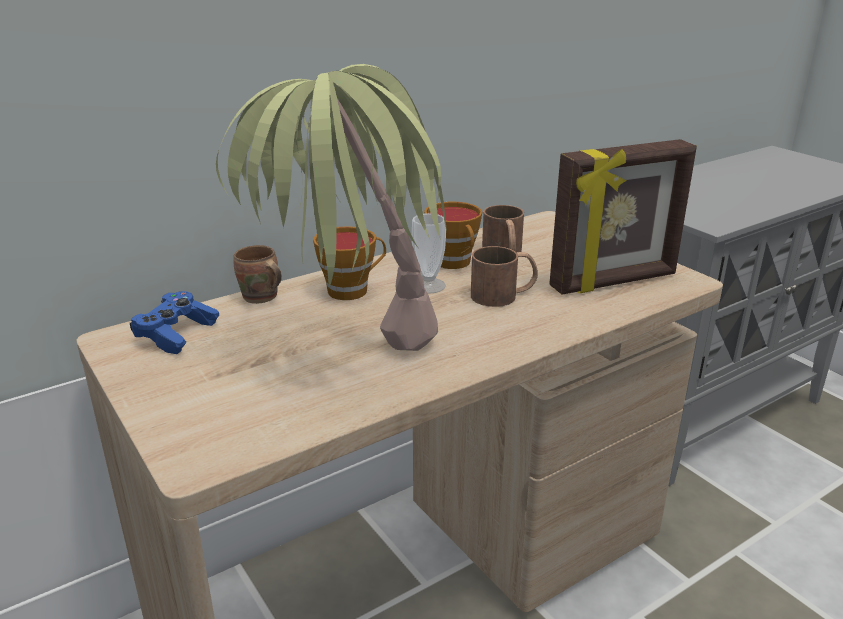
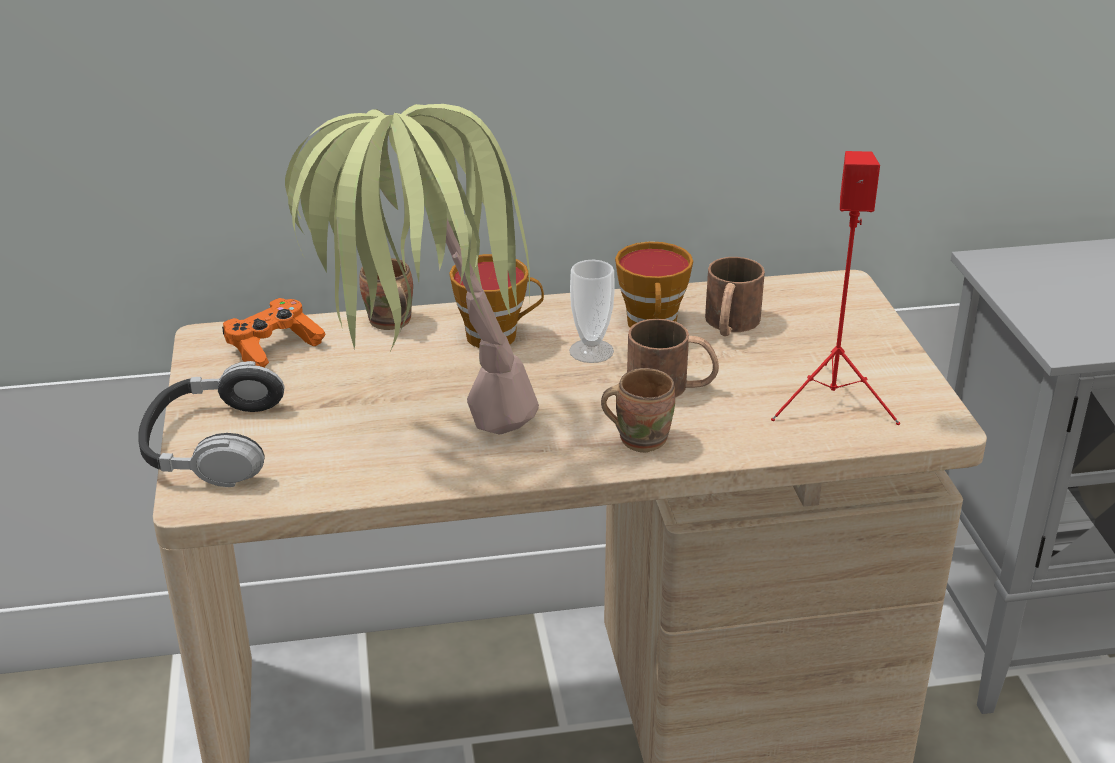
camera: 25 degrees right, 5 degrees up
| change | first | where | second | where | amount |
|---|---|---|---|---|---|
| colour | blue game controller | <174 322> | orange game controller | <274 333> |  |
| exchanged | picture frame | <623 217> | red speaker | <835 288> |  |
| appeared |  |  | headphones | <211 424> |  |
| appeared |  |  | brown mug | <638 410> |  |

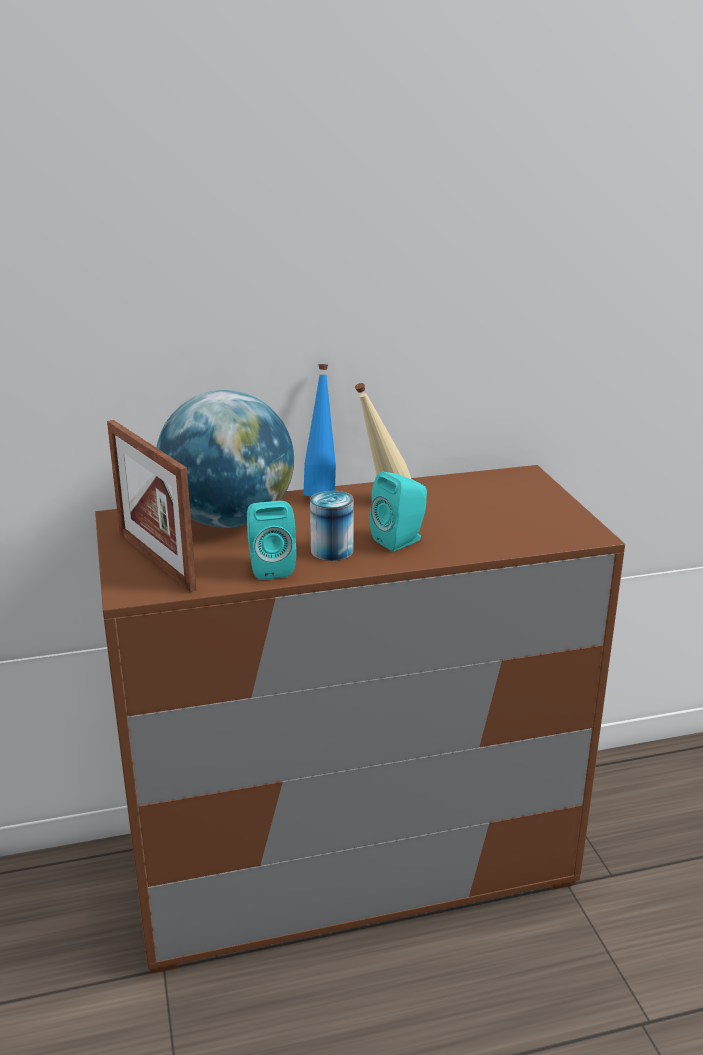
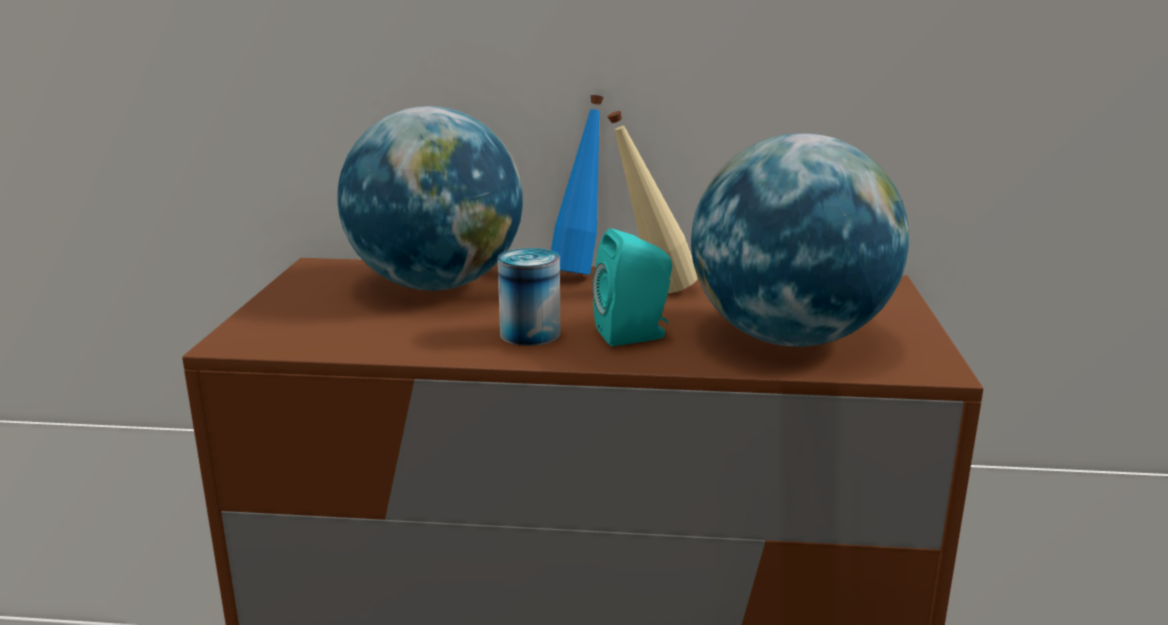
camera: 20 degrees right, 5 degrees down
| change | first | where | second | where | amount |
|---|---|---|---|---|---|
| missing | picture frame | <151 506> |  |  |  |
| missing | turquoise speaker | <271 540> |  |  |  |
| appeared |  |  | globe | <800 240> |  |

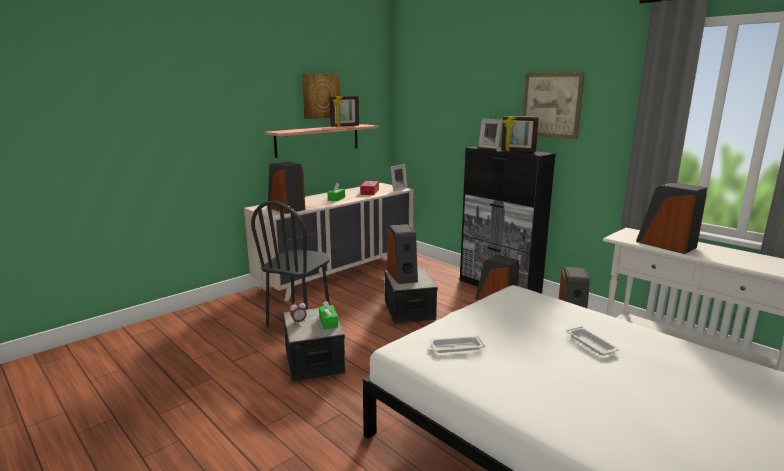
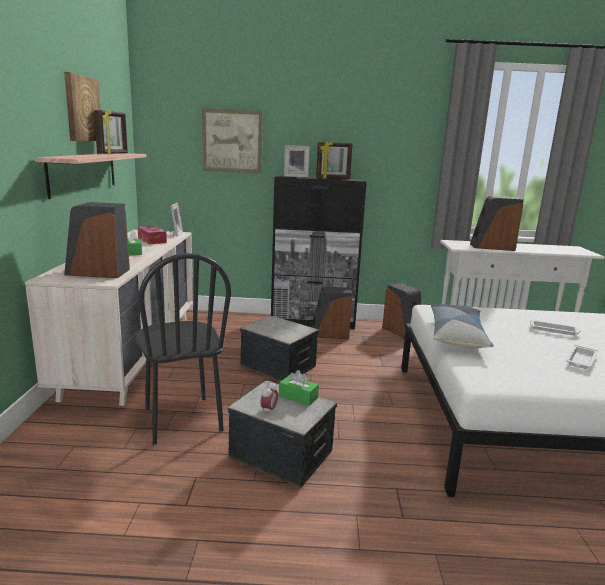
camera: 45 degrees left, 0 degrees up
| change | first | where | second | where | amount |
|---|---|---|---|---|---|
| missing | speaker | <402 254> |  |  |  |
| relocated | white tray | <457 344> |  | <582 357> |  |
| relocated | picture | <554 105> |  | <232 140> |  |
| appeared |  |  | pillow | <462 326> |  |

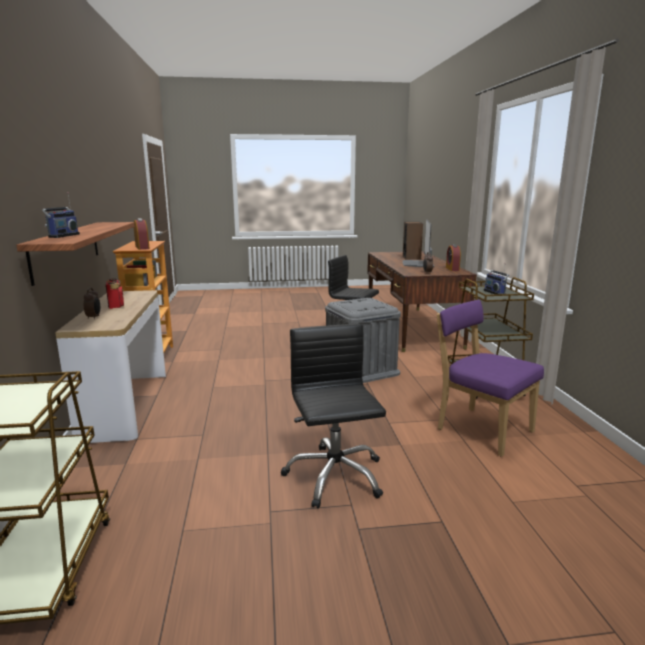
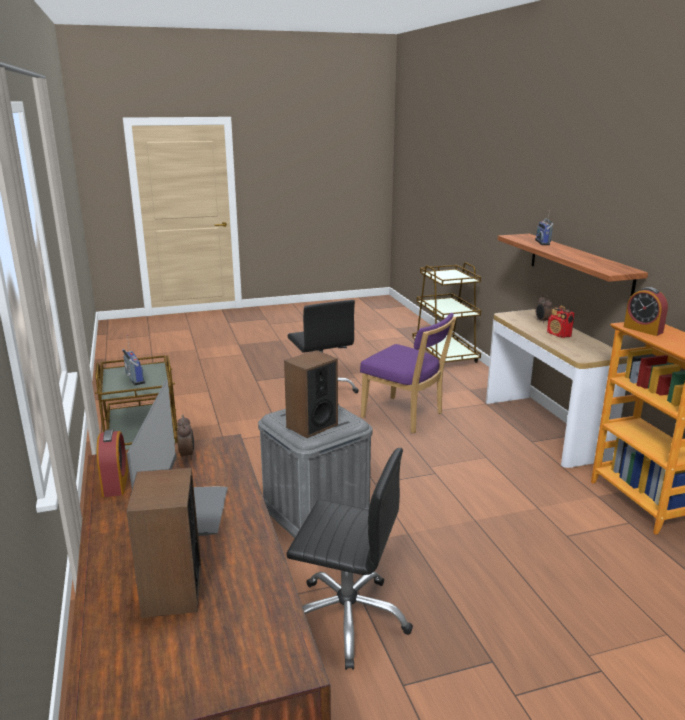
camera: 170 degrees right, 5 degrees up
| change | first | where | second | where | amount |
|---|---|---|---|---|---|
| relocated | purple chair | <490 378> |  | <408 373> |  |
| appeared |  |  | speaker | <311 394> |  |

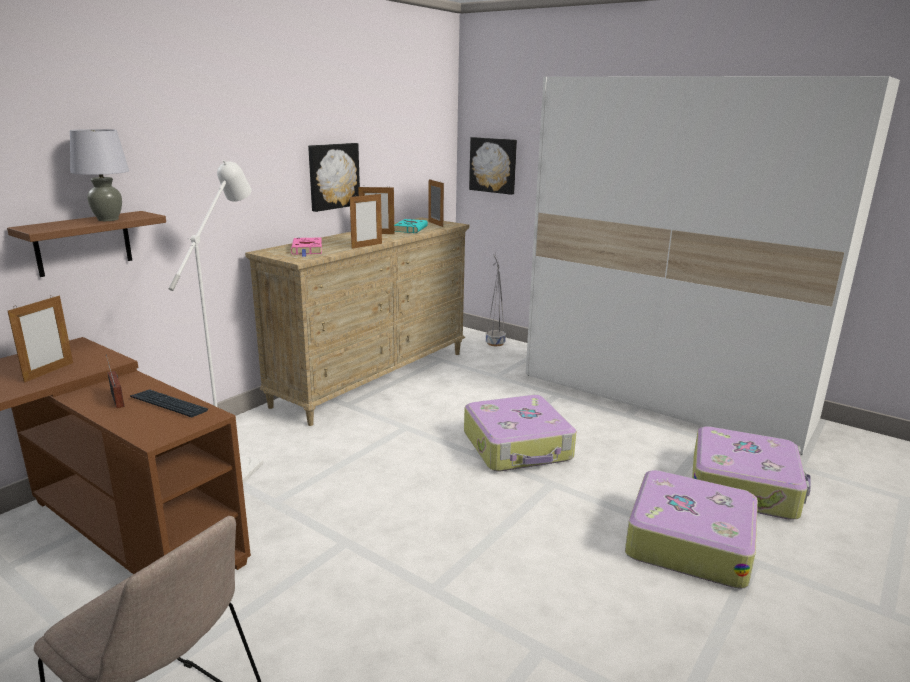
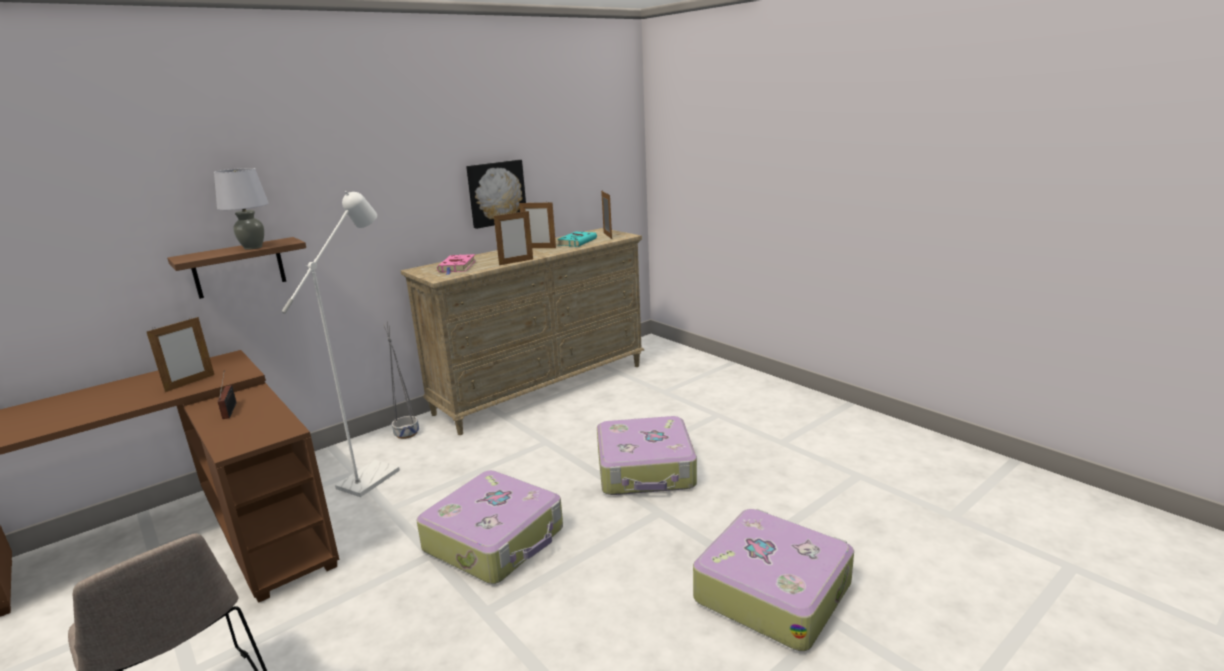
camera: 15 degrees right, 0 degrees up
| change | first | where | second | where | amount |
|---|---|---|---|---|---|
| missing | keyboard | <169 403> |  |  |  |
| missing | picture | <493 166> |  |  |  |
| relocated | grey planter | <496 300> |  | <401 380> |  |
| missing | white wardrobe | <713 265> |  |  |  |
| relocated | suitcase | <751 473> |  | <489 527> |  |

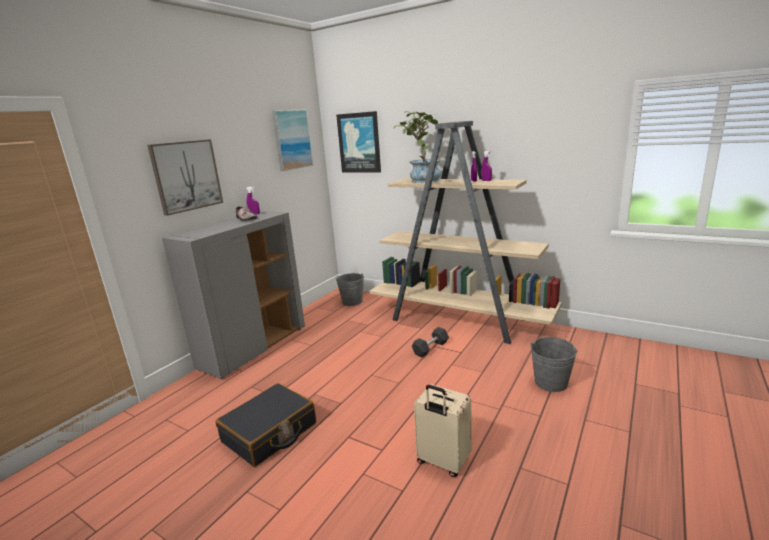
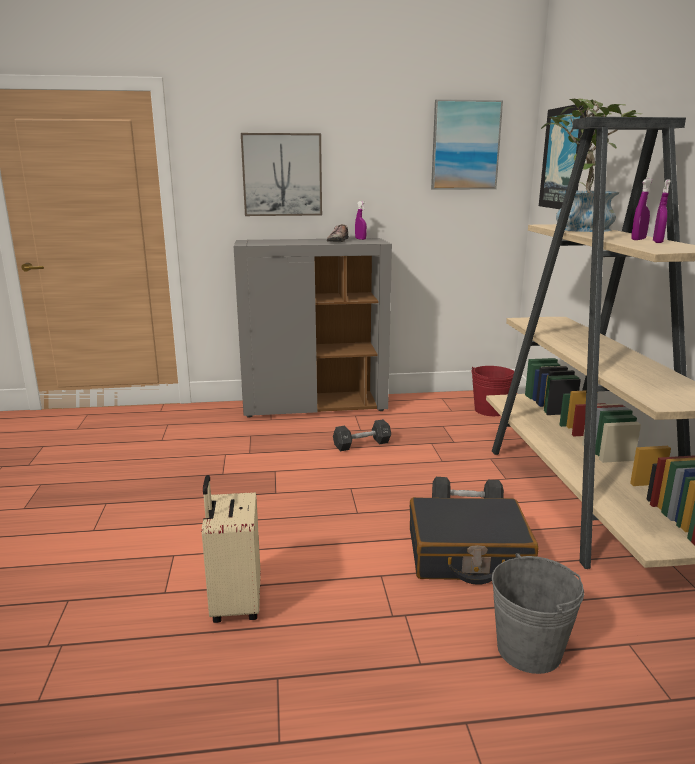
camera: 50 degrees right, 0 degrees up
| change | first | where | second | where | amount |
|---|---|---|---|---|---|
| relocated | black suitcase | <266 425> |  | <474 541> |  |
| colour | grey bucket | <350 289> | red bucket | <493 391> |  |
| appeared |  |  | black dumbbell | <362 435> |  |

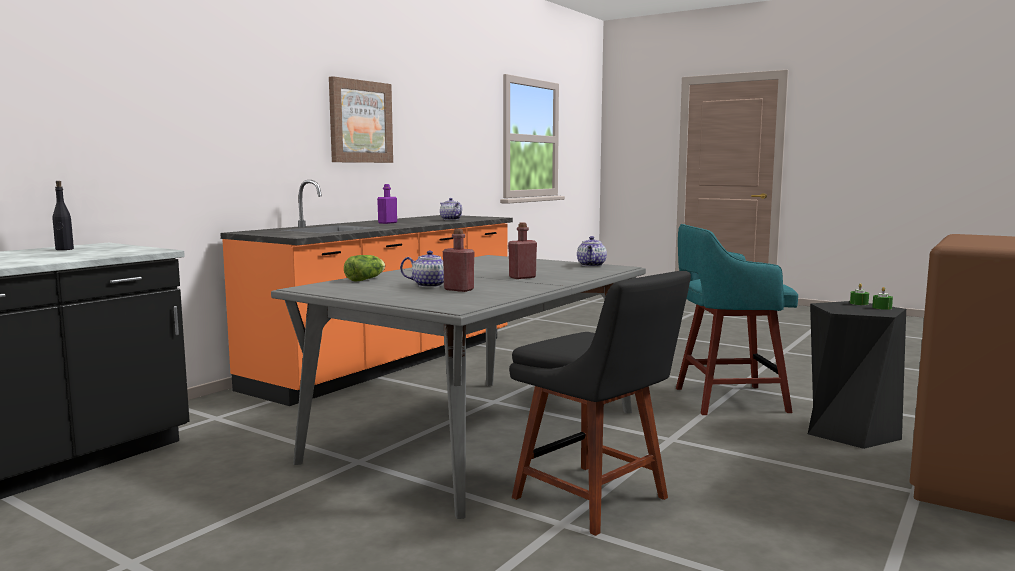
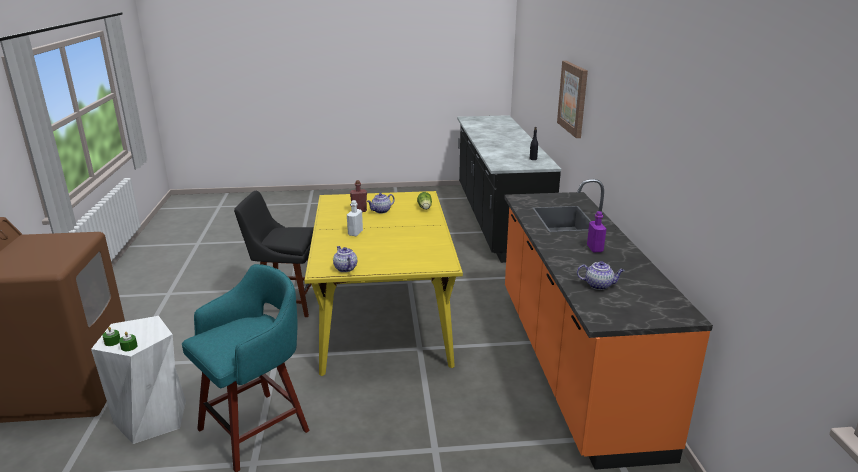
camera: 140 degrees right, 15 degrees up
| change | first | where | second | where | amount |
|---|---|---|---|---|---|
| colour | grey dining table | <458 387> | yellow dining table | <383 283> |  |
| relocated | picture | <361 119> |  | <572 99> |  |
| colour | red bottle | <522 251> | white bottle | <355 218> |  |
| colour | black stool | <857 375> | white stool | <138 380> |  |

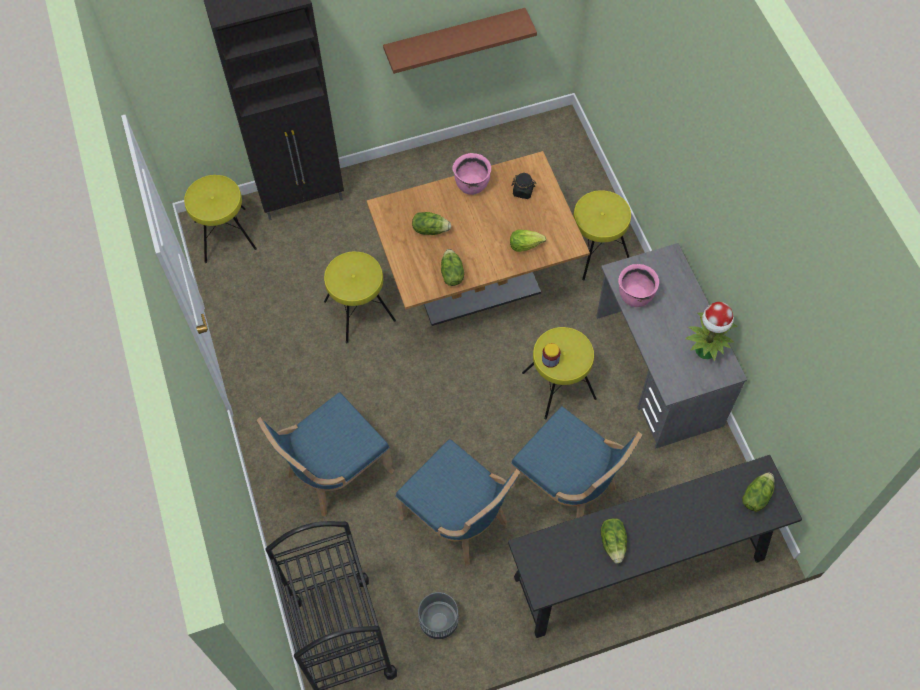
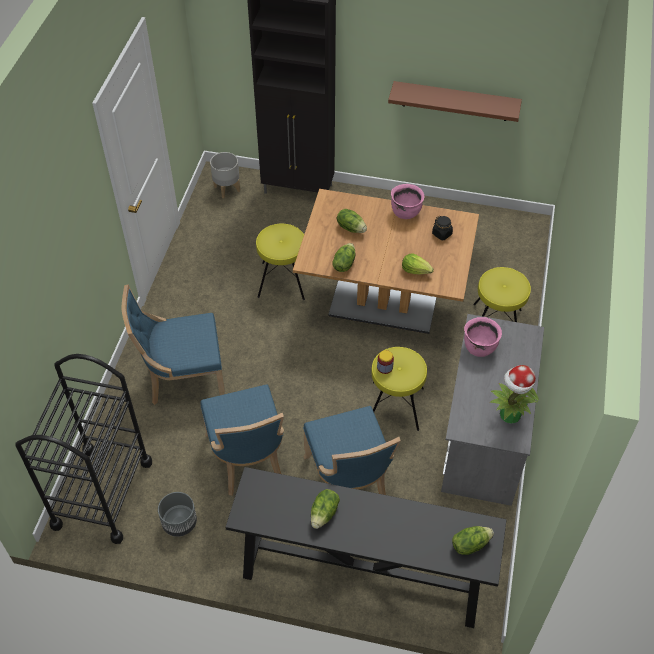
camera: 30 degrees right, 10 degrees down
| change | first | where | second | where | amount |
|---|---|---|---|---|---|
| exchanged | yellow stool | <220 219> | grey planter | <225 175> |  |

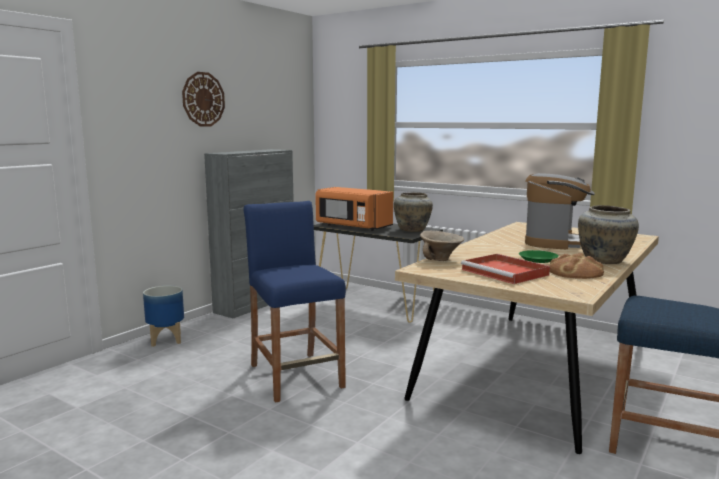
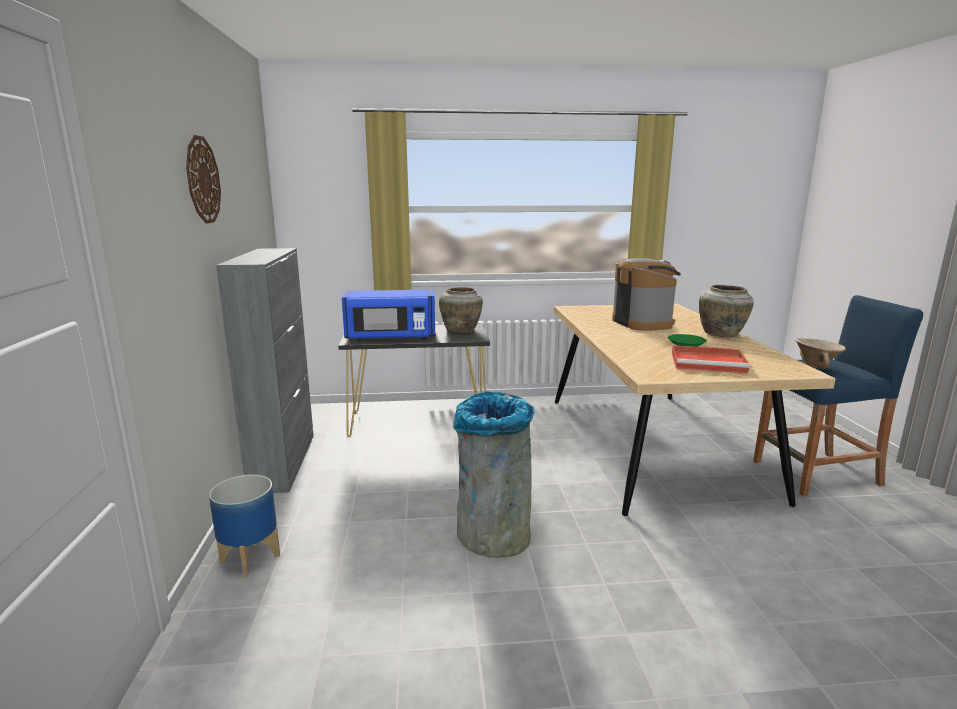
camera: 40 degrees left, 5 degrees up
| change | first | where | second | where | amount |
|---|---|---|---|---|---|
| exchanged | blue stool | <295 302> | grey trash can | <494 474> |  |
| colour | orange microwave | <354 209> | blue microwave | <388 315> |  |
| relocated | beige bowl | <442 246> |  | <820 354> |  |
| missing | bread | <576 266> |  |  |  |

